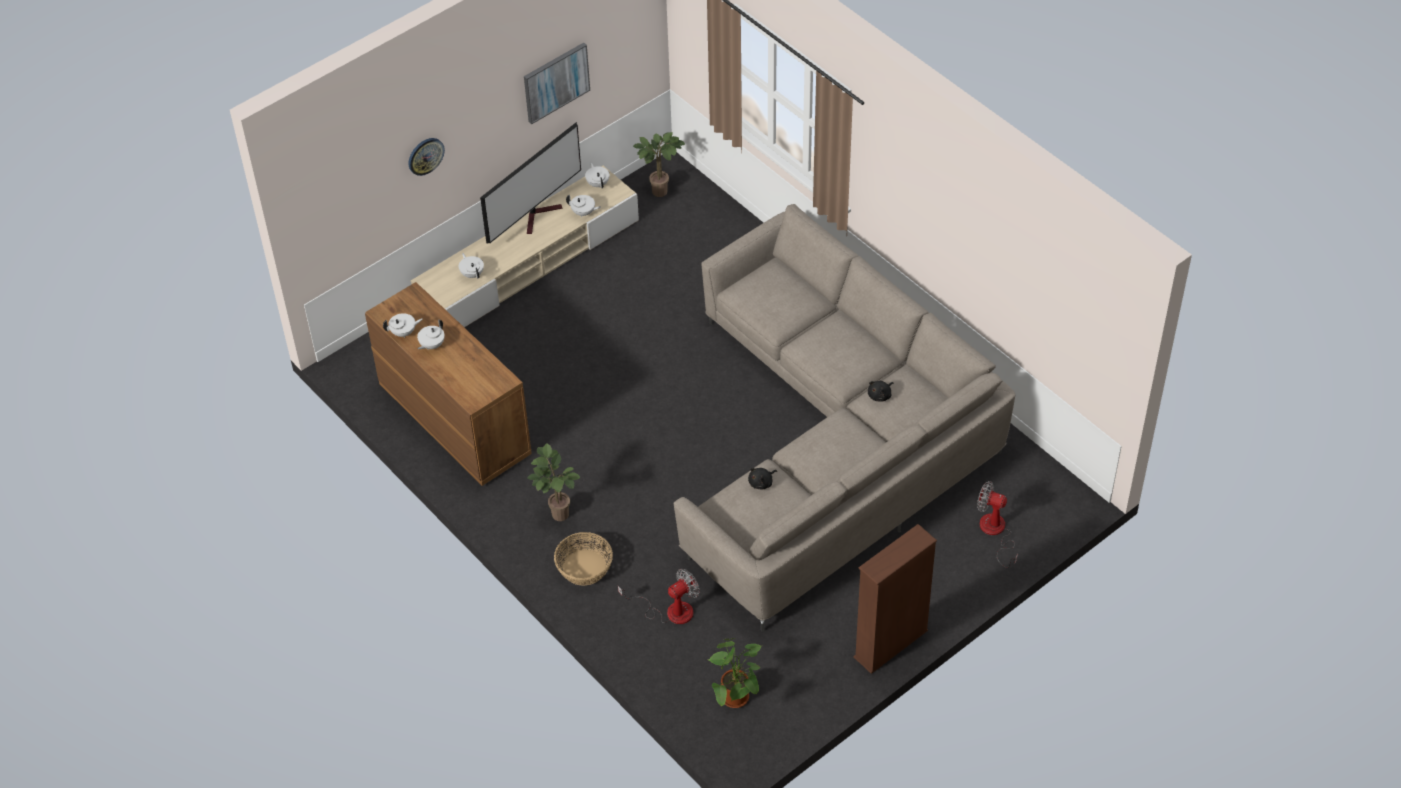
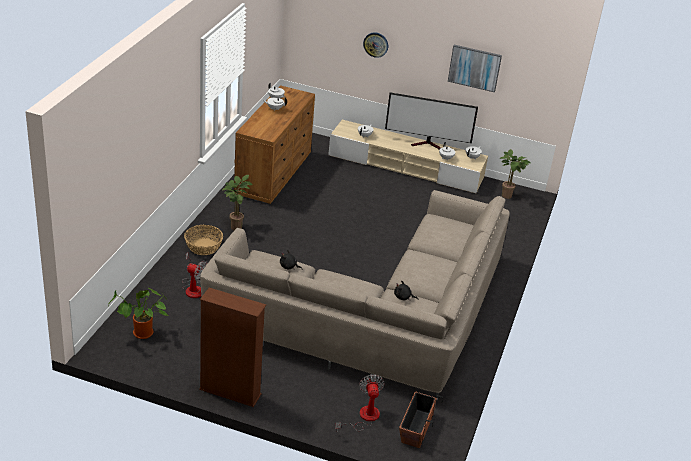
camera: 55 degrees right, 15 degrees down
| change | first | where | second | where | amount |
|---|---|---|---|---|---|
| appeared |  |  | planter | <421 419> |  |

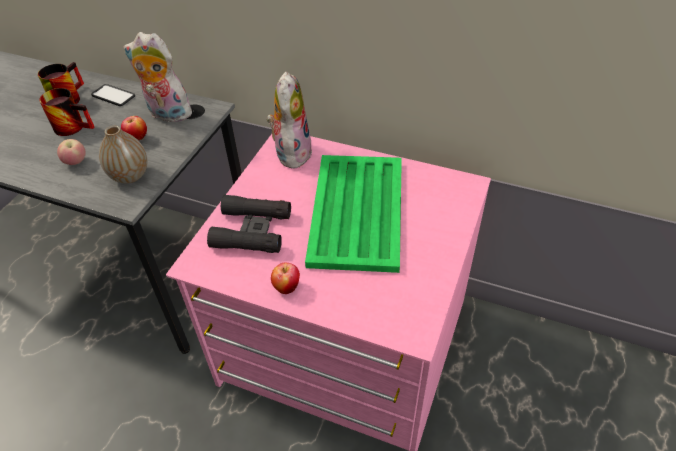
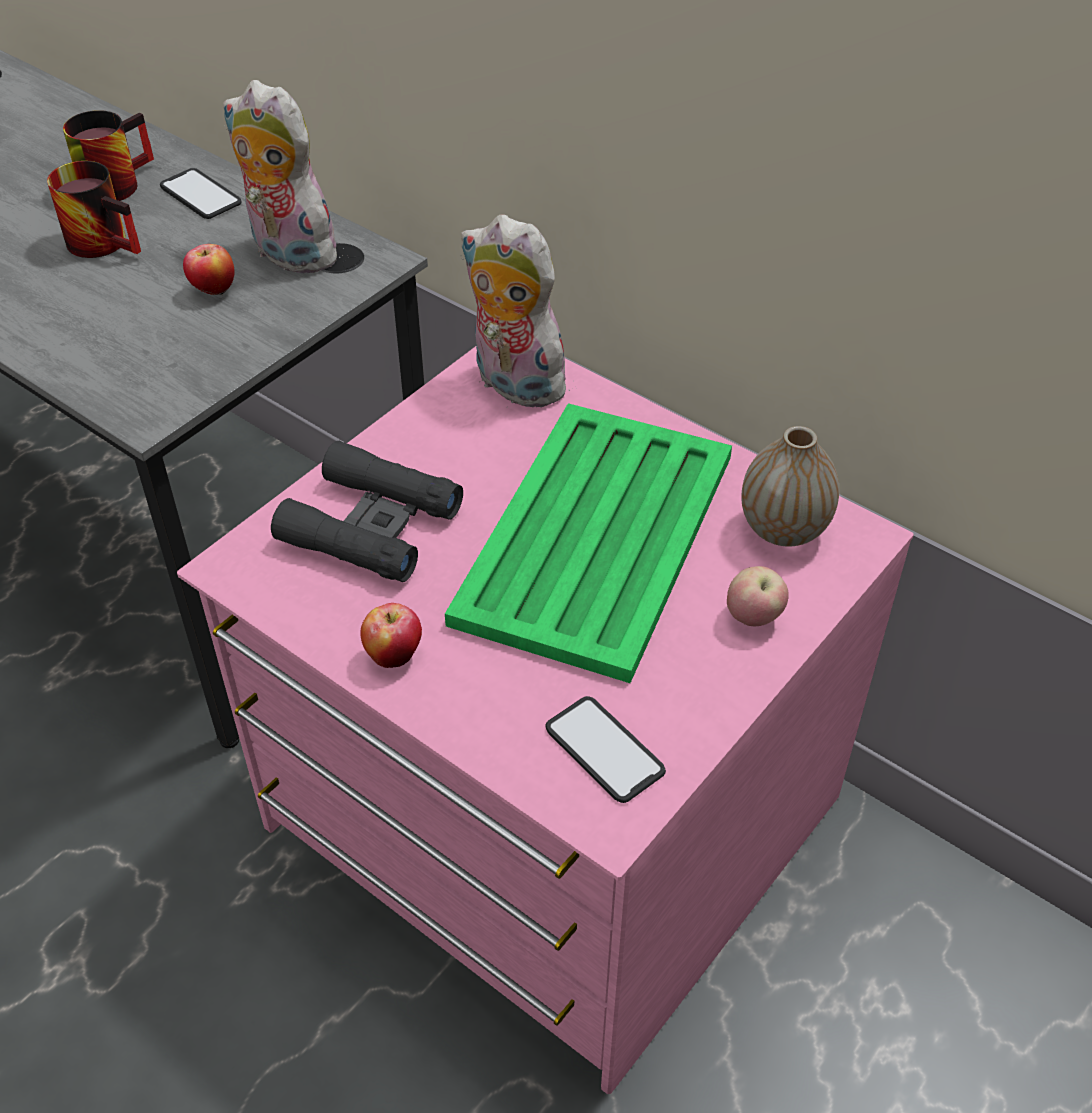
camera: 15 degrees right, 0 degrees up
| change | first | where | second | where | amount |
|---|---|---|---|---|---|
| relocated | apple | <71 152> |  | <758 596> |  |
| relocated | vase | <123 155> |  | <790 486> |  |
| spun | plush toy | <289 120> |  | <519 311> | 75 degrees counterclockwise |
| appeared |  |  | phone | <605 749> |  |

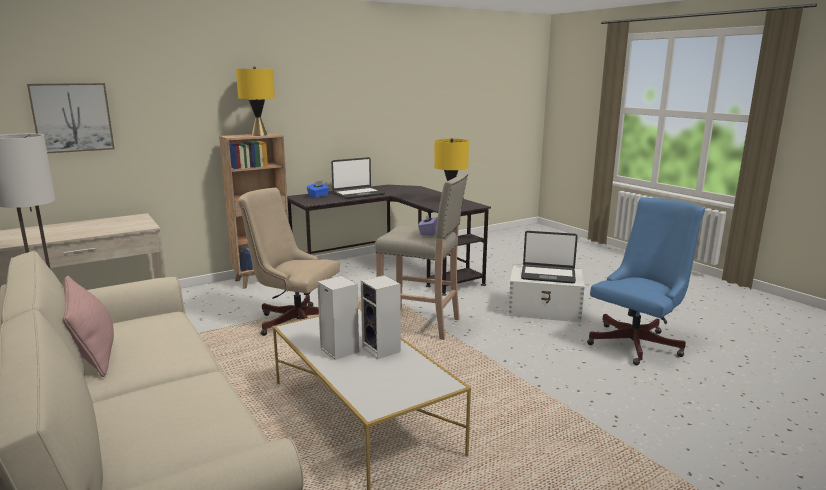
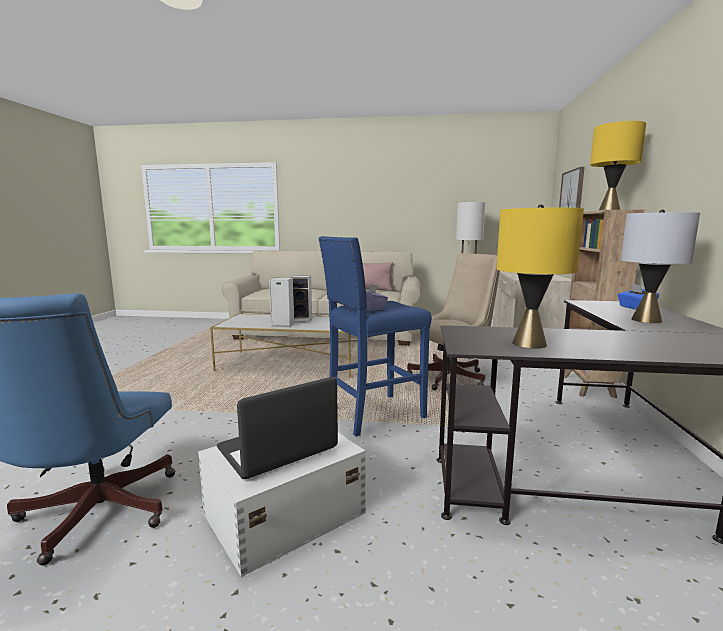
camera: 130 degrees right, 5 degrees down
| change | first | where | second | where | amount |
|---|---|---|---|---|---|
| exchanged | laptop | <358 178> | grey table lamp | <660 266> |  |
| colour | beige stool | <421 256> | blue stool | <375 336> |  |

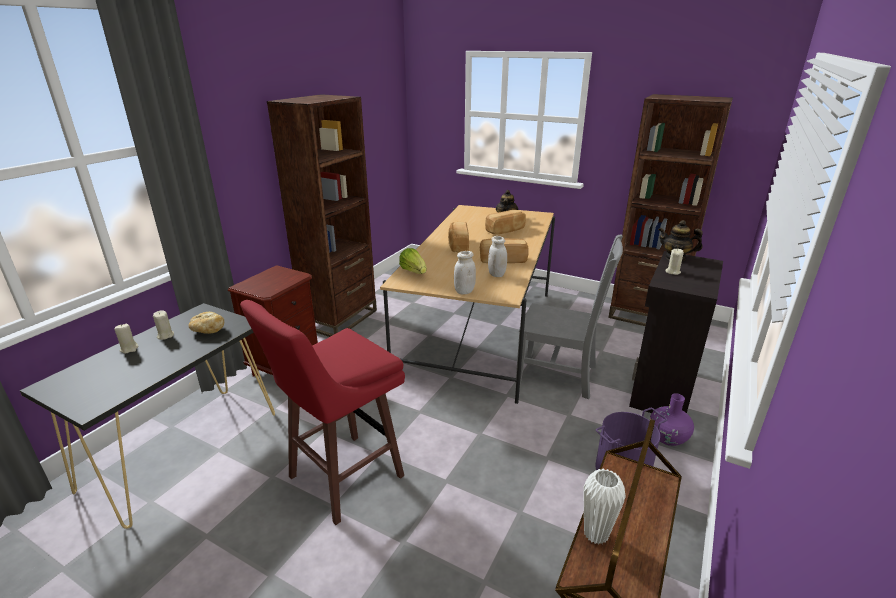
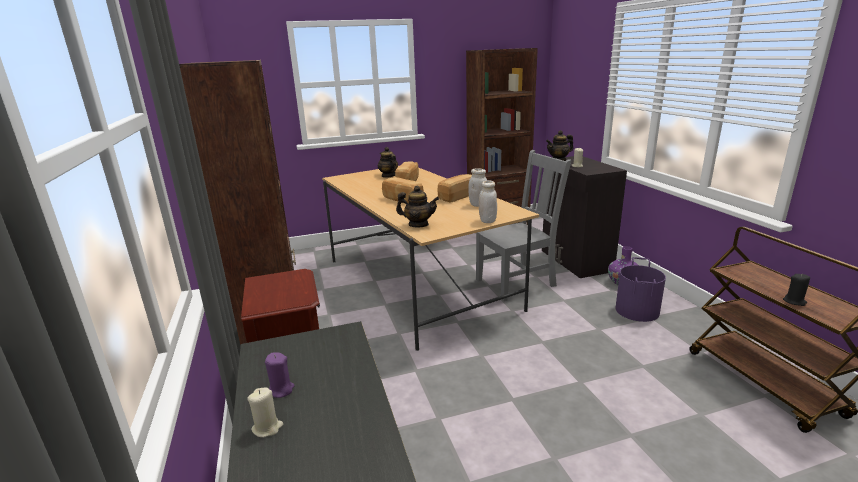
camera: 45 degrees left, 5 degrees down
| change | first | where | second | where | amount |
|---|---|---|---|---|---|
| colour | beige candle | <163 325> | purple candle | <279 375> |  |
| missing | bread | <206 323> |  |  |  |
| missing | red stool | <322 412> |  |  |  |
| exchanged | lettuce | <413 261> | teapot | <417 206> |  |
| exchanged | white vase | <604 506> | black candle | <796 289> |  |

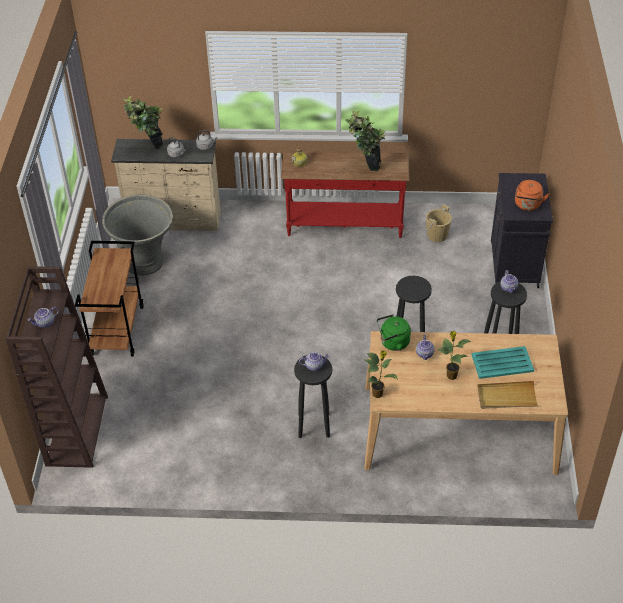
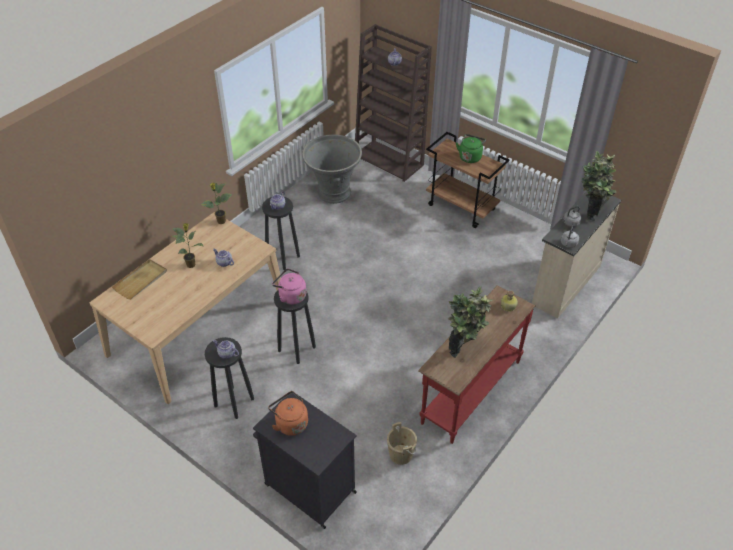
camera: 125 degrees right, 0 degrees up
| change | first | where | second | where | amount |
|---|---|---|---|---|---|
| relocated | grey planter | <137 235> |  | <332 169> |  |
| relocated | green kettle | <394 332> |  | <471 148> |  |
| missing | turquoise tray | <502 362> |  |  |  |
| appeared |  |  | pink kettle | <289 287> |  |

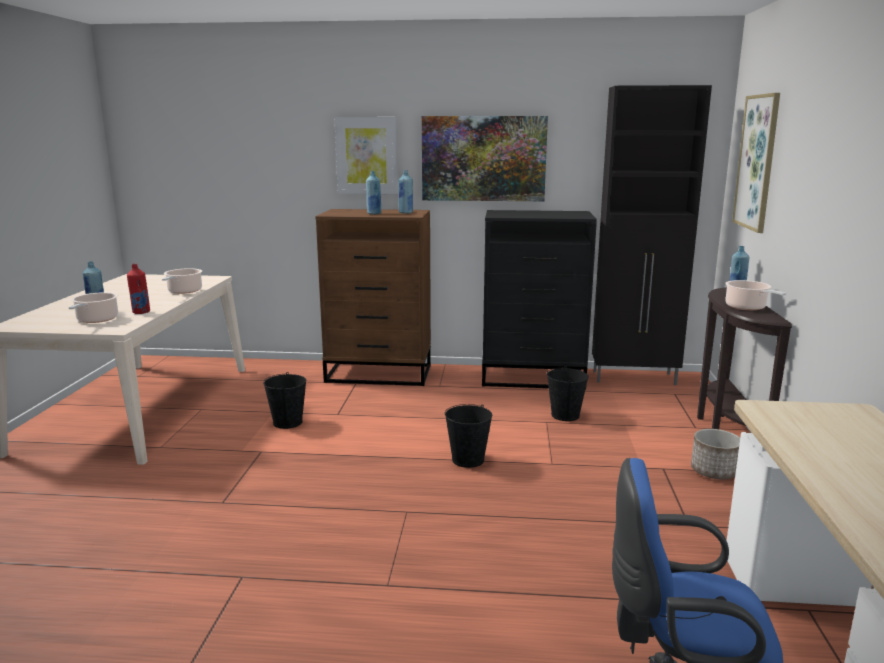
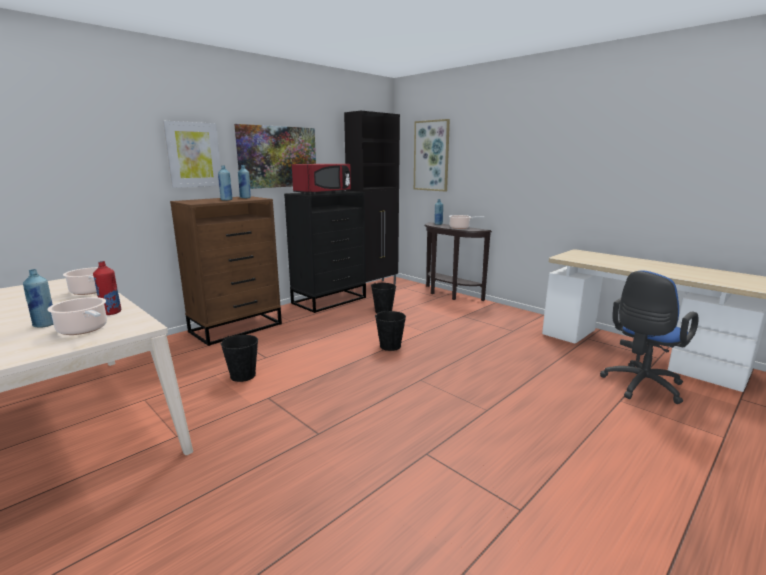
camera: 50 degrees left, 0 degrees up
| change | first | where | second | where | amount |
|---|---|---|---|---|---|
| missing | planter | <715 454> |  |  |  |
| appeared |  |  | red microwave | <321 179> |  |

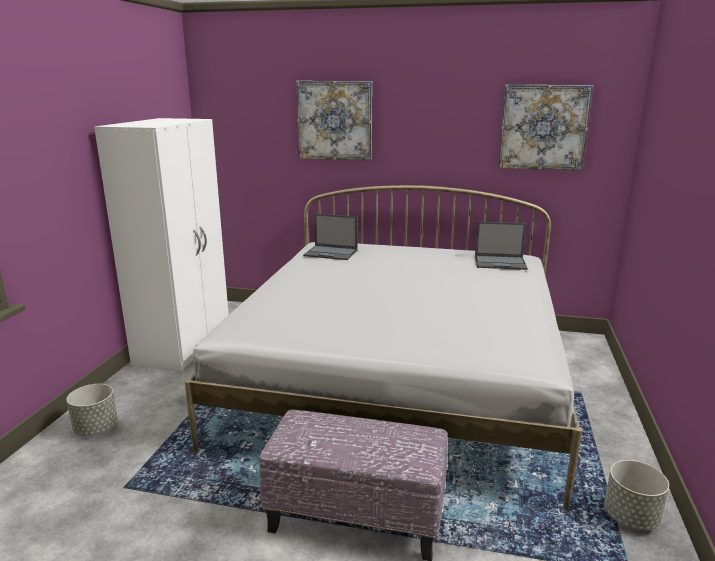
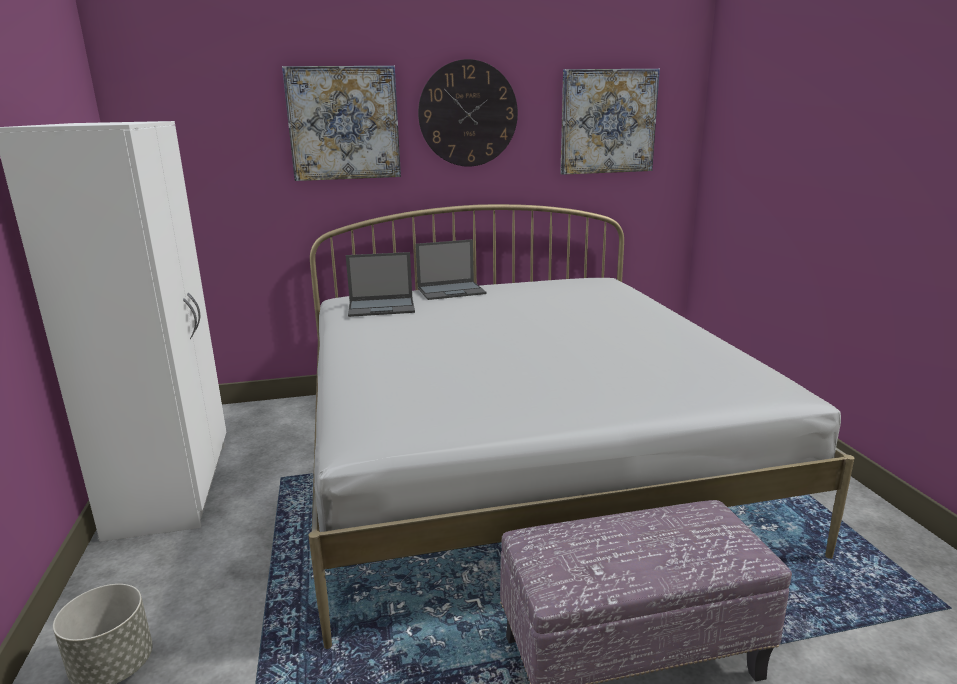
camera: 25 degrees left, 0 degrees up
| change | first | where | second | where | amount |
|---|---|---|---|---|---|
| relocated | laptop | <501 246> |  | <451 269> |  |
| missing | grey planter | <636 495> |  |  |  |
| appeared |  |  | wall clock | <468 113> |  |

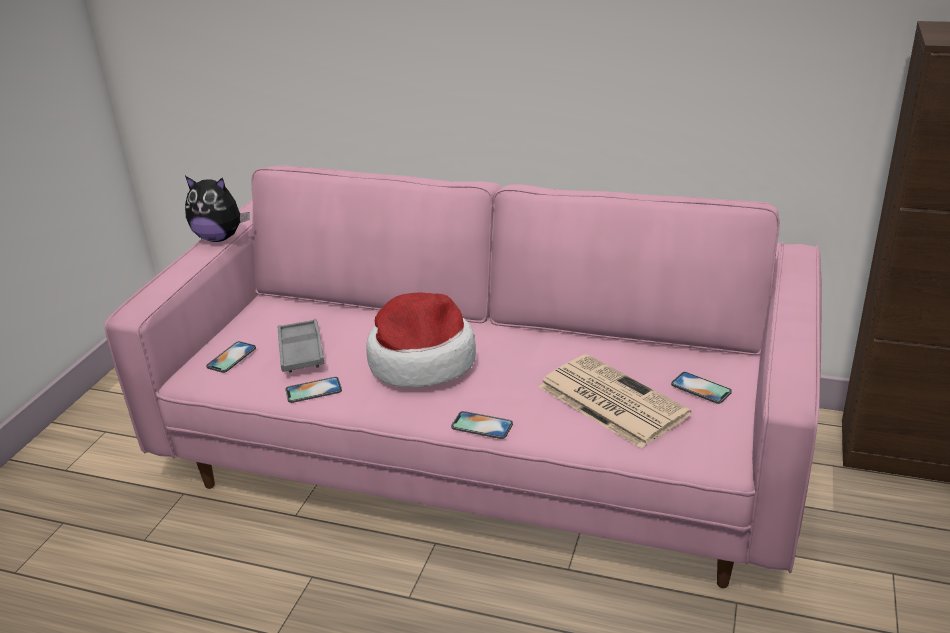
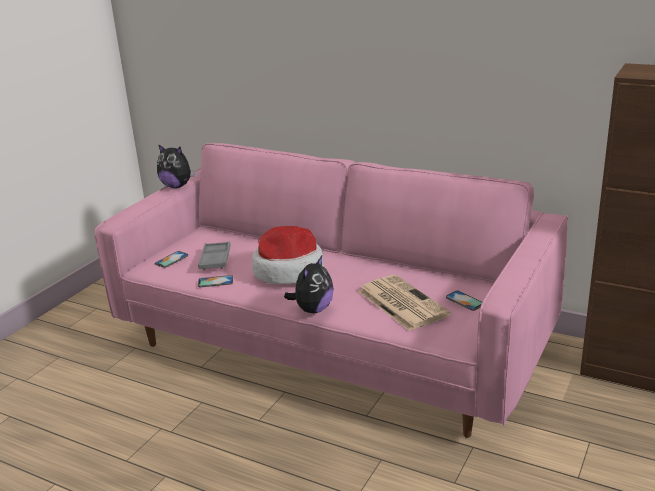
camera: 10 degrees right, 5 degrees down
| change | first | where | second | where | amount |
|---|---|---|---|---|---|
| exchanged | phone | <482 425> | plush toy | <308 284> |  |

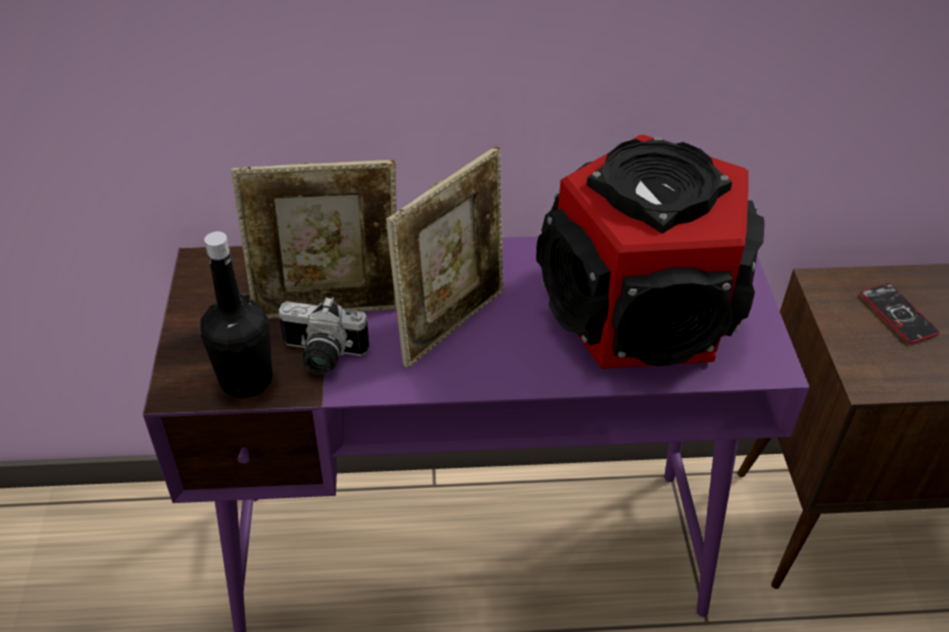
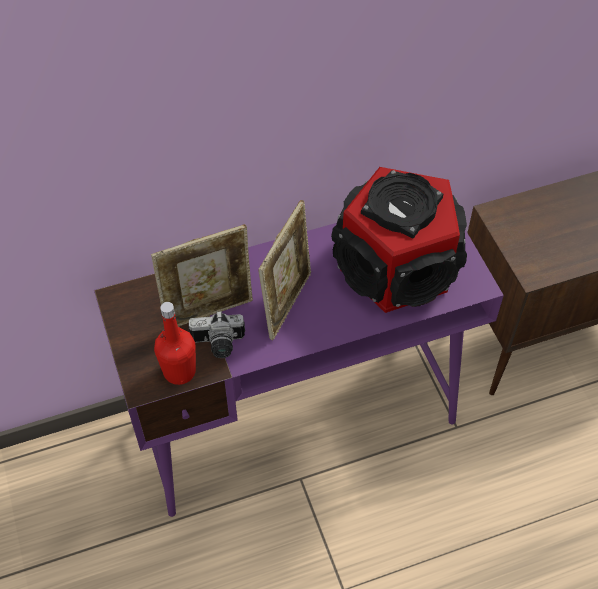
camera: 15 degrees left, 10 degrees up
| change | first | where | second | where | amount |
|---|---|---|---|---|---|
| colour | black bottle | <236 314> | red bottle | <175 343> |  |
| missing | phone | <899 313> |  |  |  |

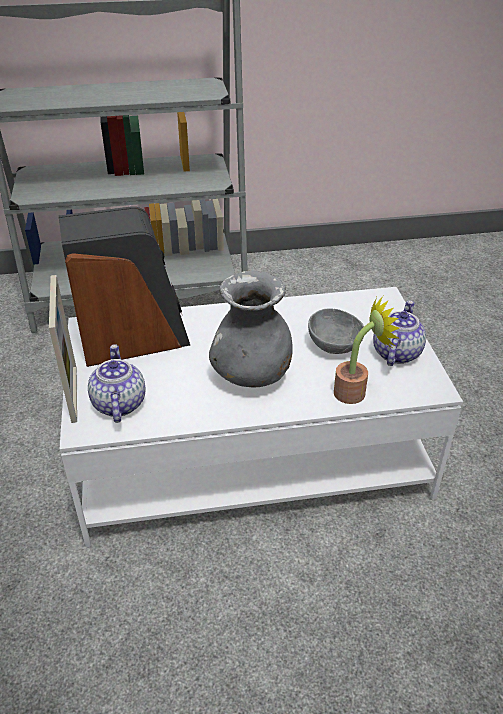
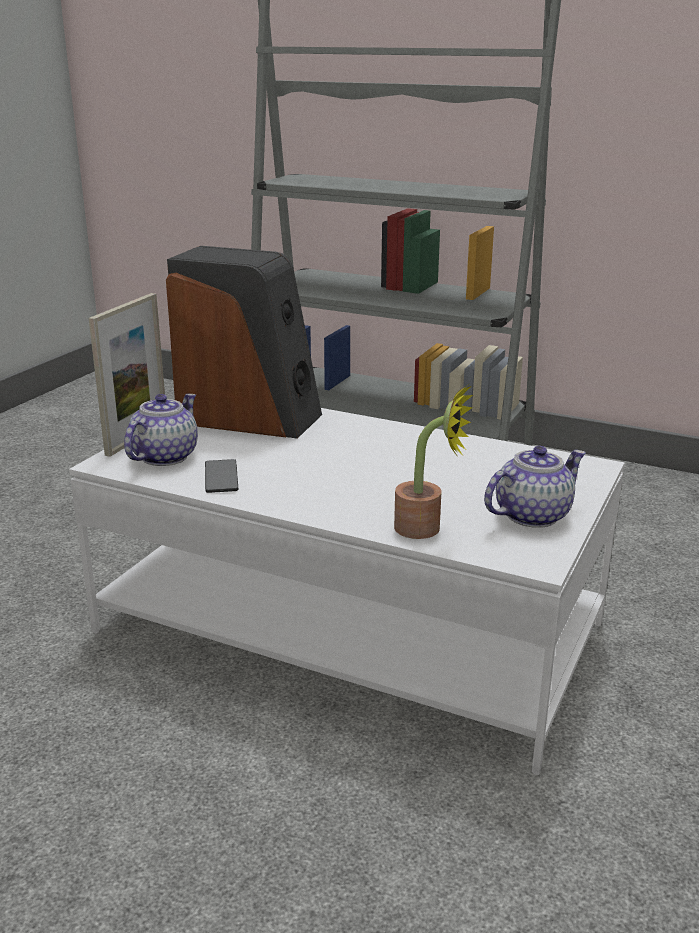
camera: 35 degrees right, 15 degrees down
| change | first | where | second | where | amount |
|---|---|---|---|---|---|
| missing | grey vase | <251 329> |  |  |  |
| missing | grey bowl | <336 331> |  |  |  |
| appeared |  |  | phone | <221 476> |  |

